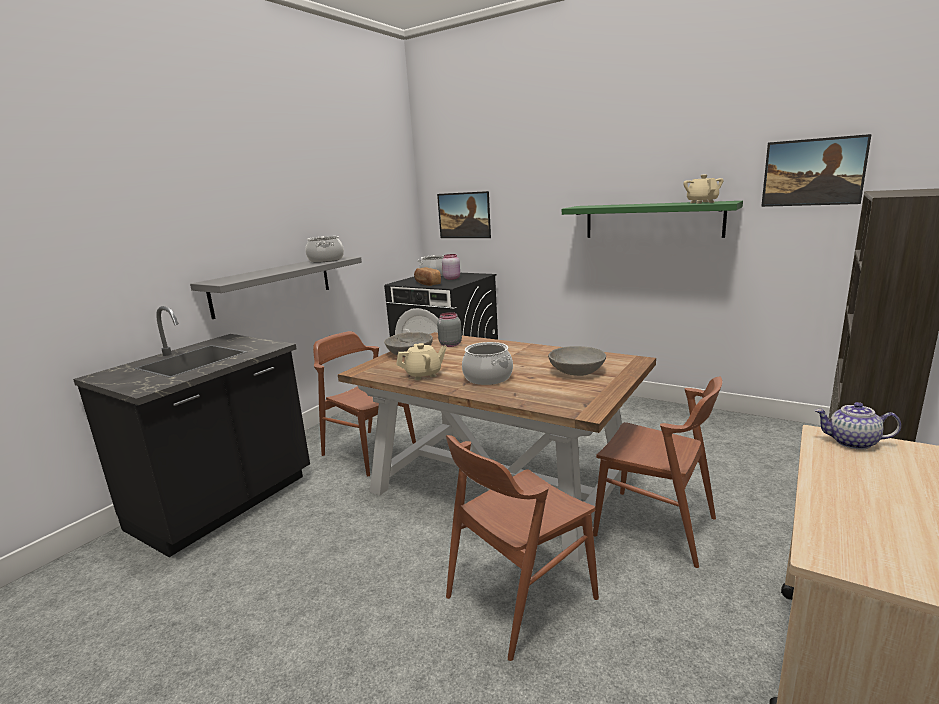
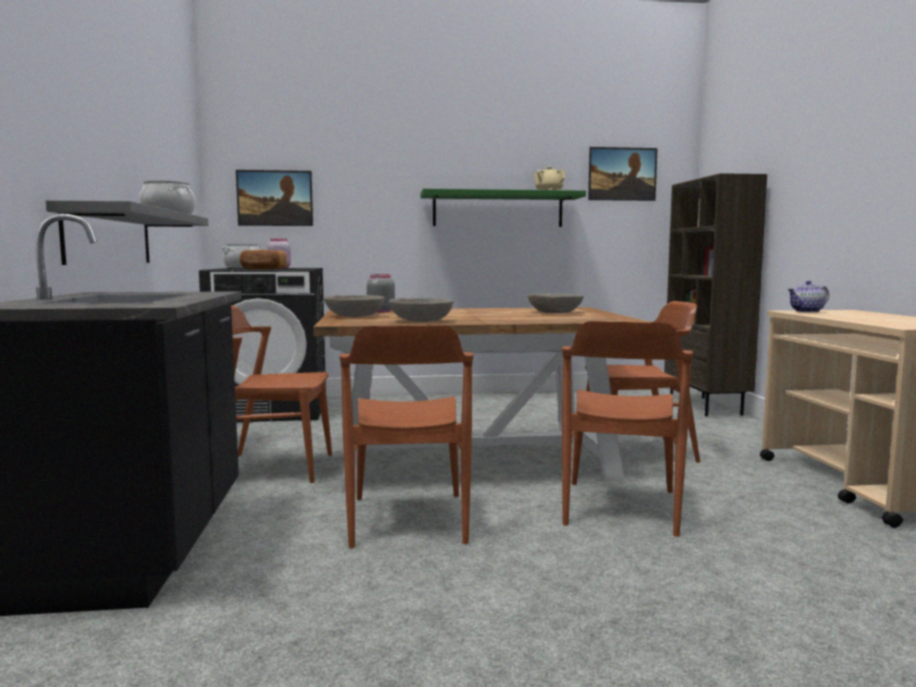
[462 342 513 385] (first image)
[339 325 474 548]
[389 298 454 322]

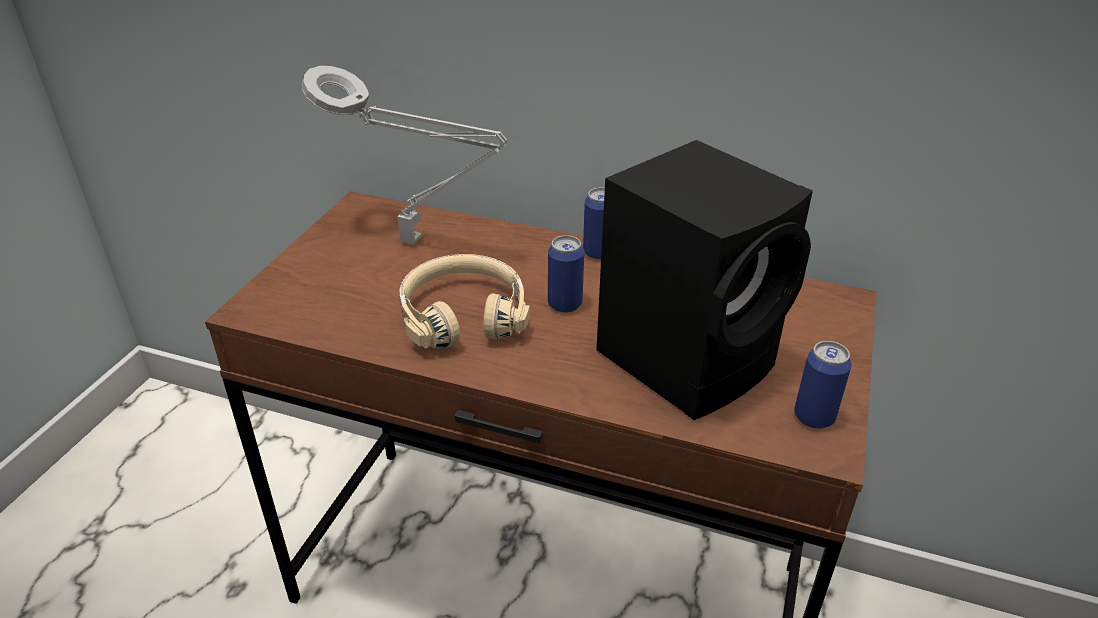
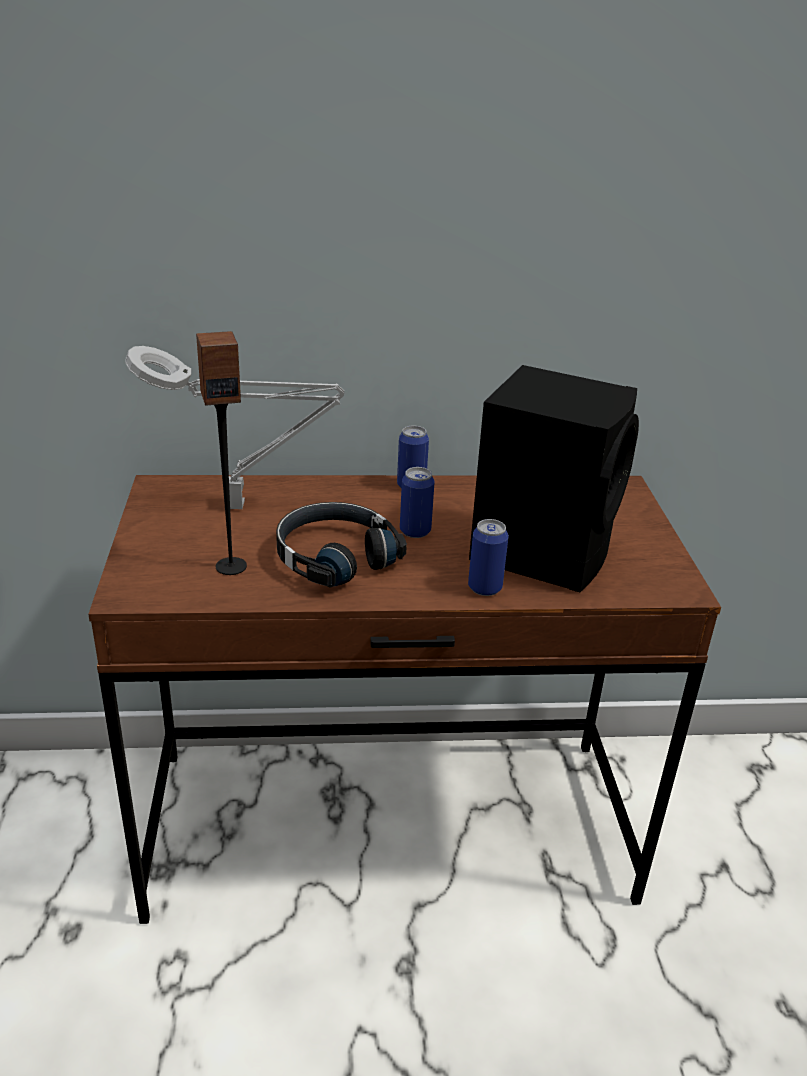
[196 331 247 575]
[468 519 509 596]
[276 502 407 588]

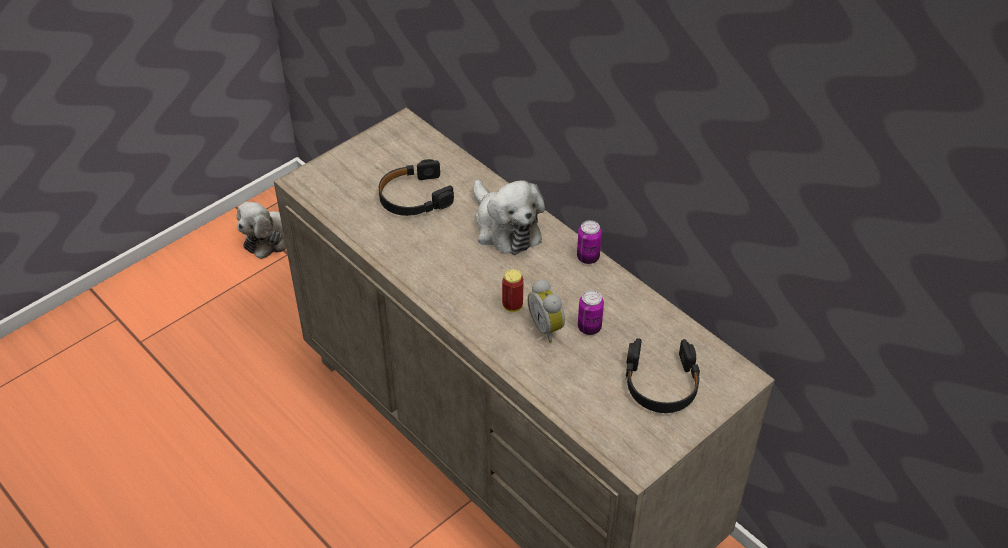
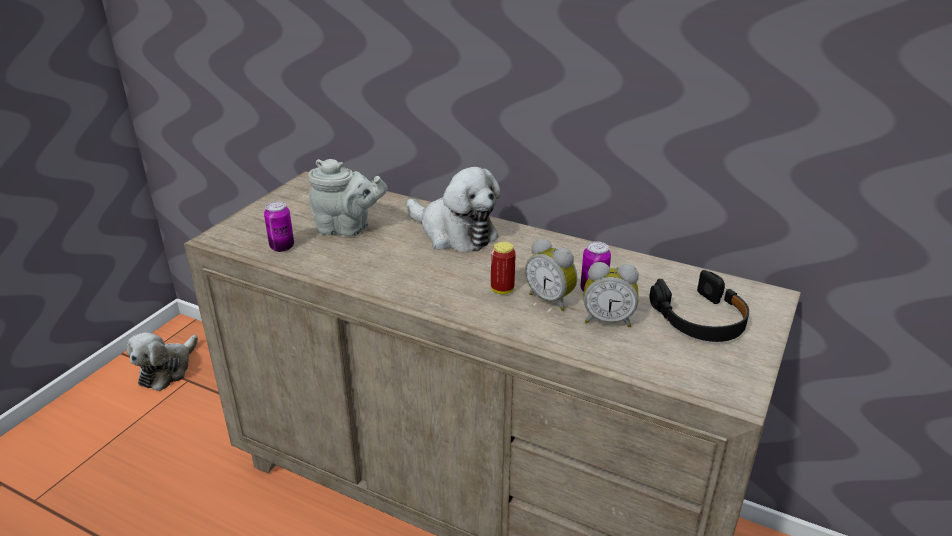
[584 262 639 327]
[264 201 294 252]
[308 159 387 236]

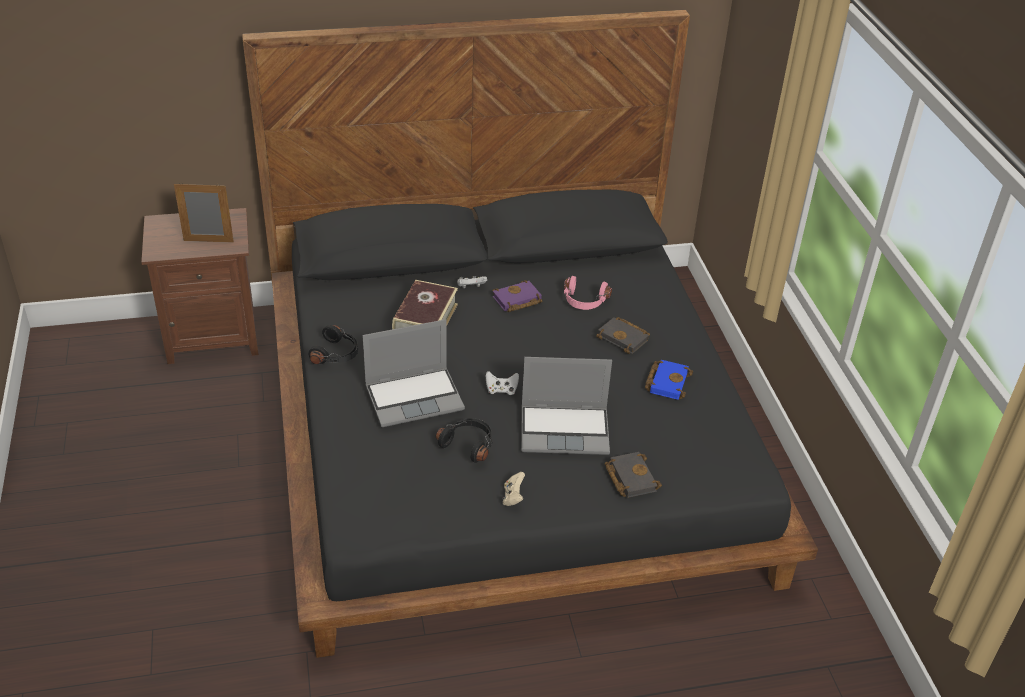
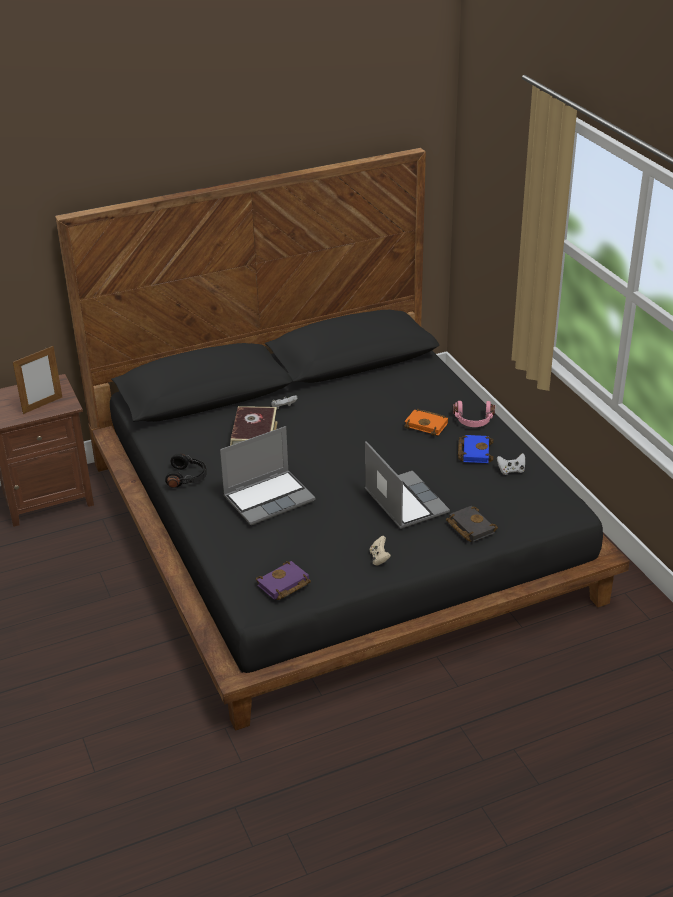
[436 418 493 463] (first image)
[497 453 525 475]
[256 561 311 600]
[453 401 495 427]
[404 409 448 436]
[13 346 62 414]
[365 441 450 529]

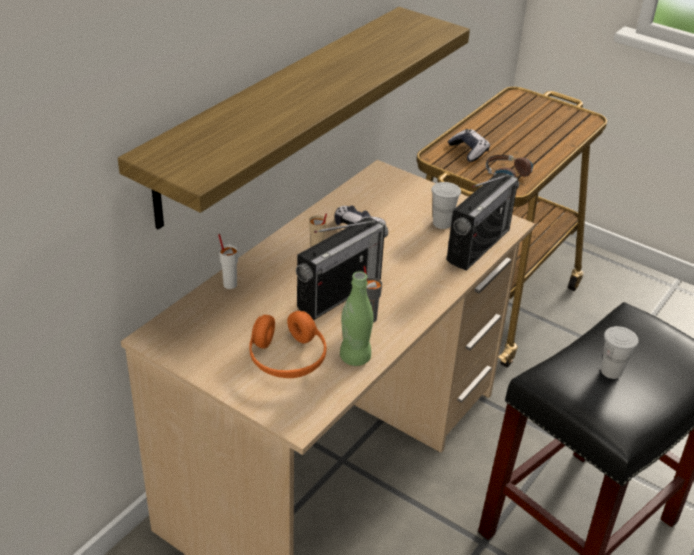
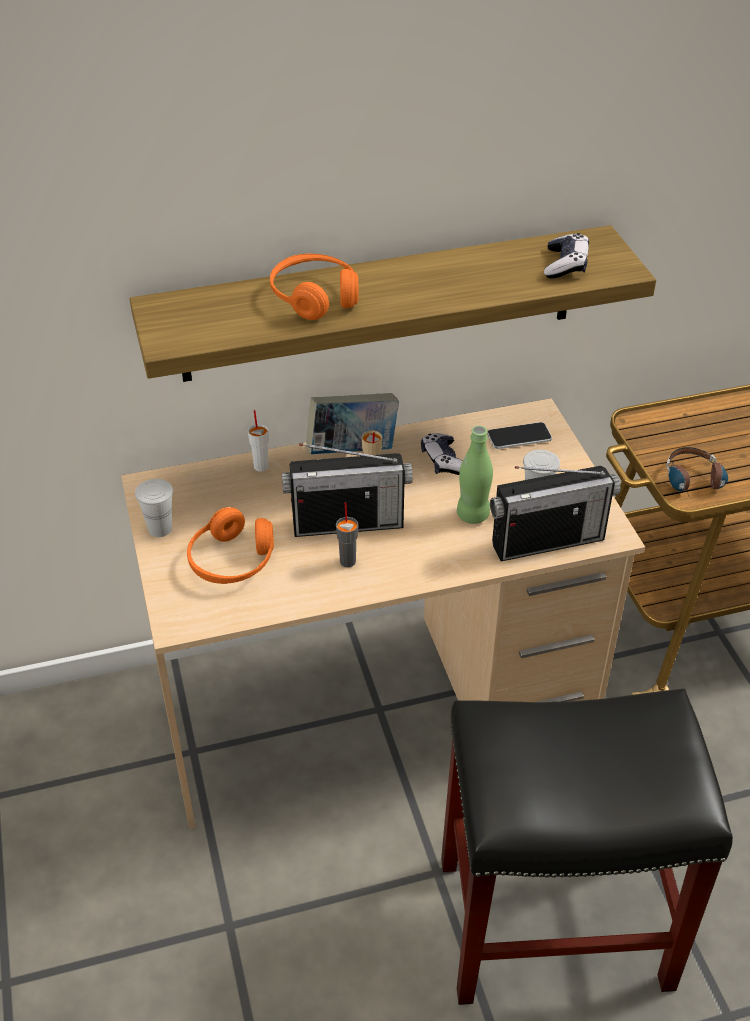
[270 254 359 320]
[307 393 399 454]
[487 422 552 449]
[457 426 493 524]
[544 233 589 278]
[135 479 173 537]

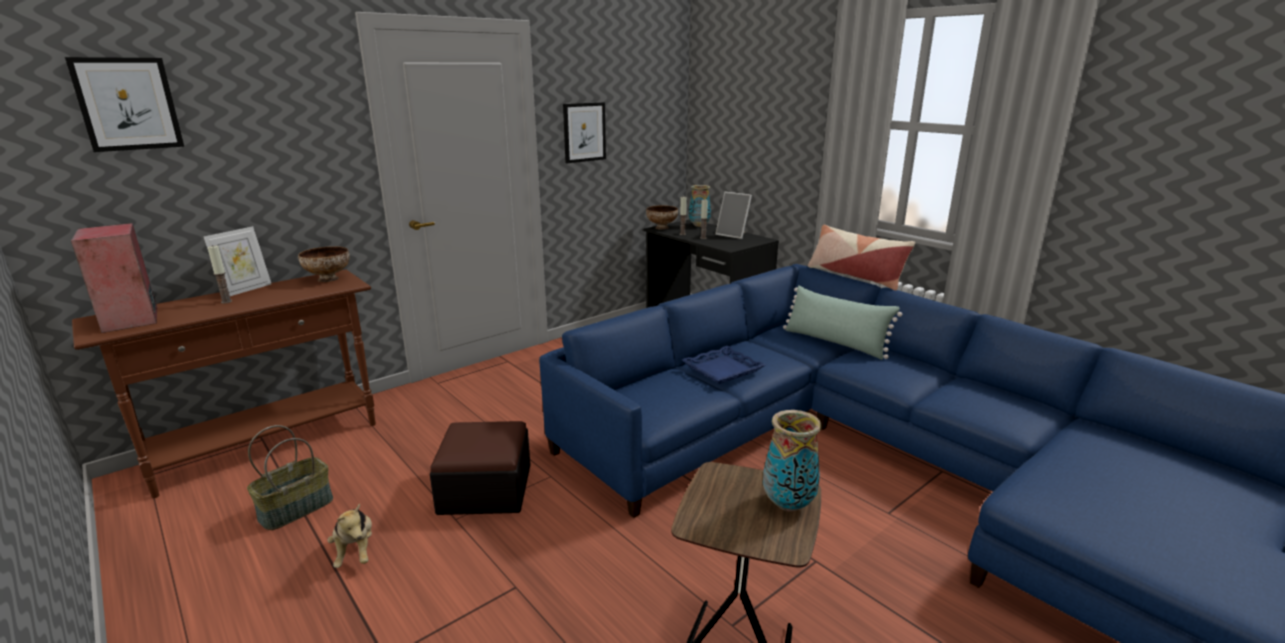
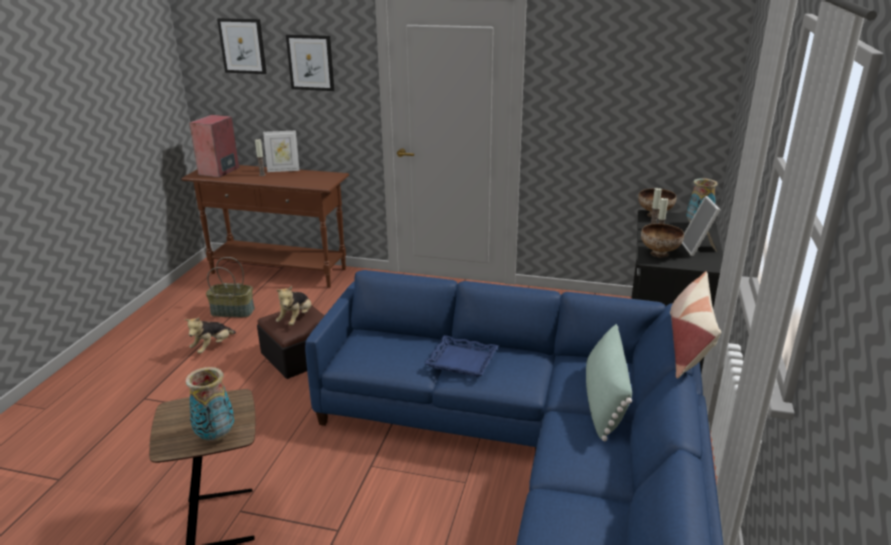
[276 286 312 326]
[641 224 684 258]
[286 35 334 91]

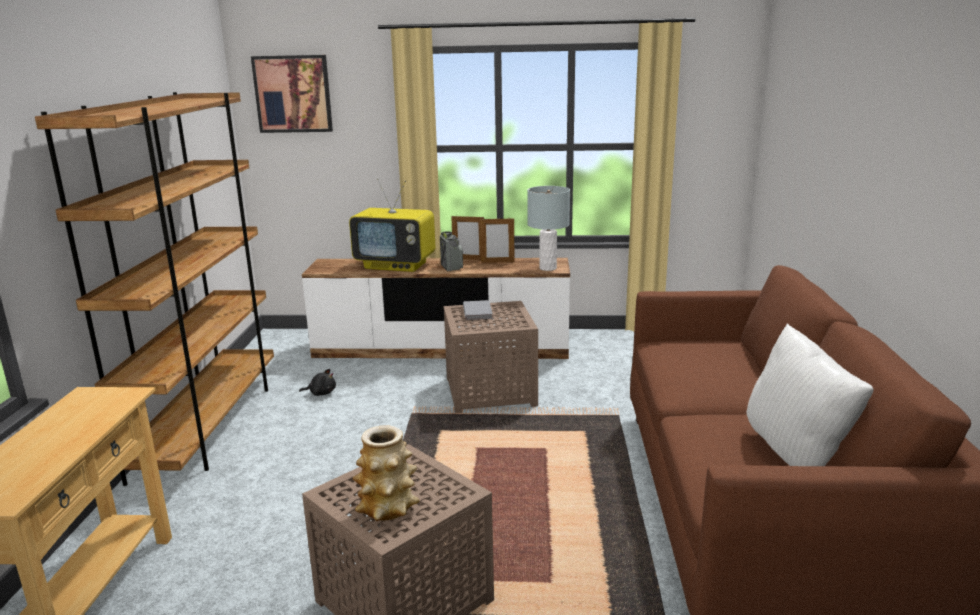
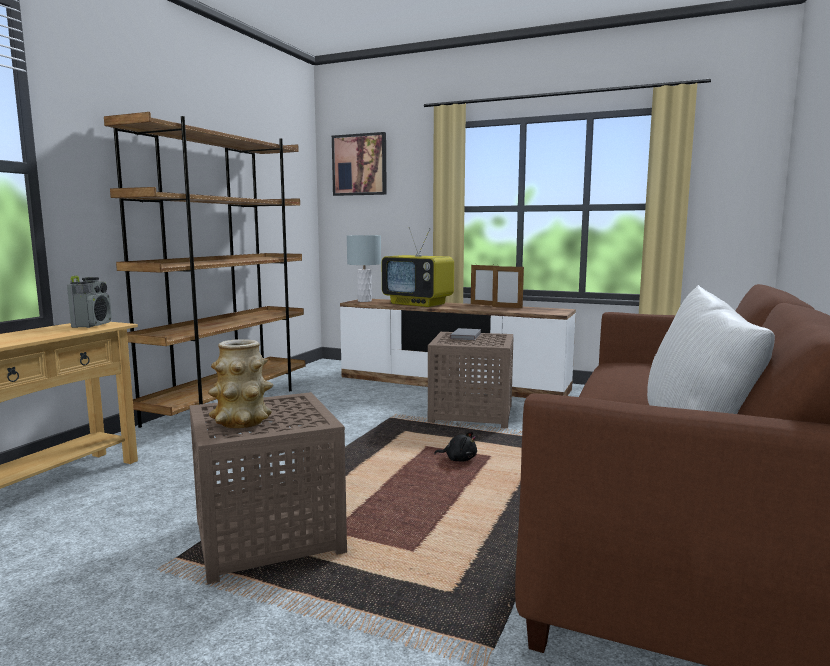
[434 431 477 462]
[67 276 112 328]
[347 235 381 302]

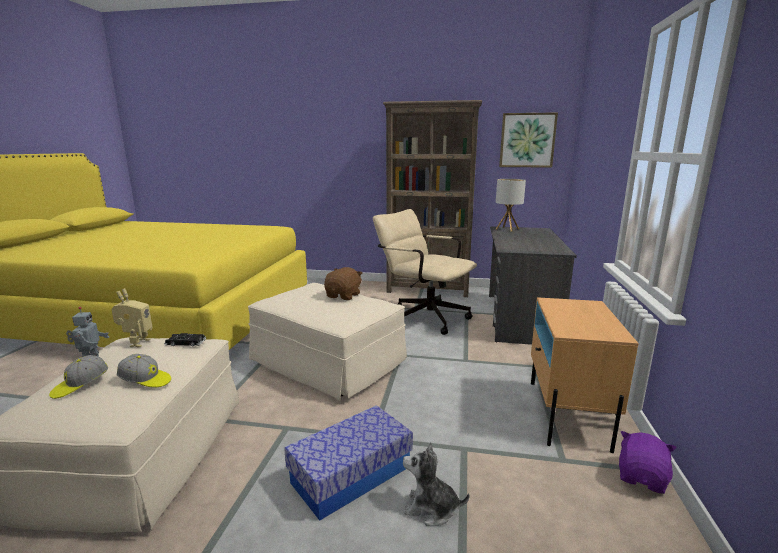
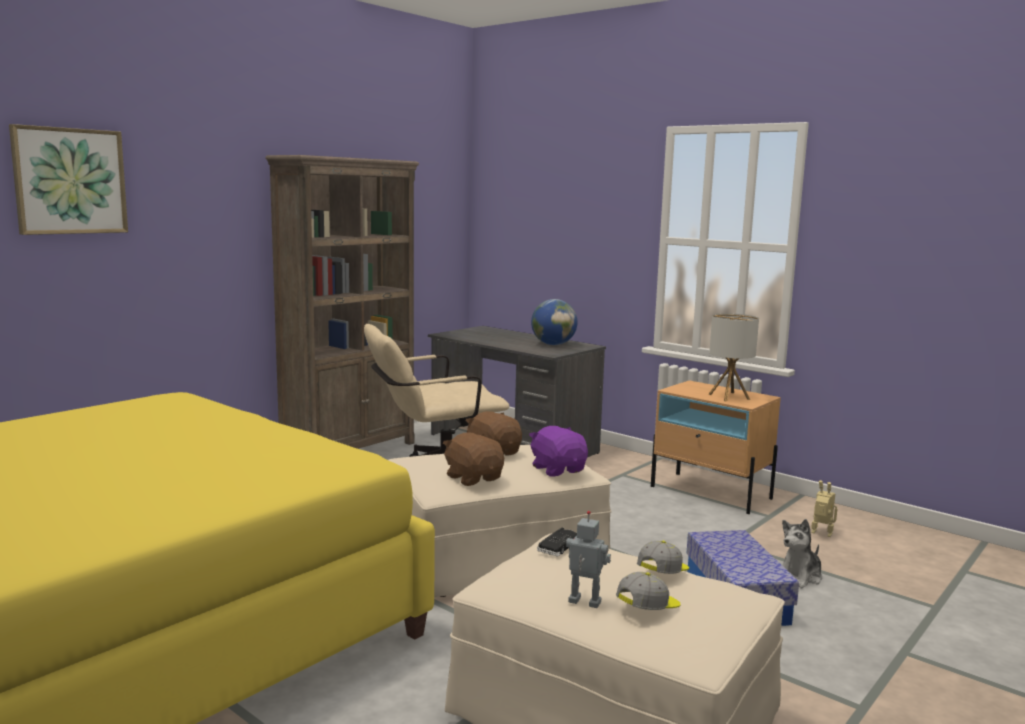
[443 433 504 486]
[531 299 577 345]
[811 480 837 537]
[708 313 759 402]
[9 124 128 235]
[529 426 588 477]
[616 572 681 610]

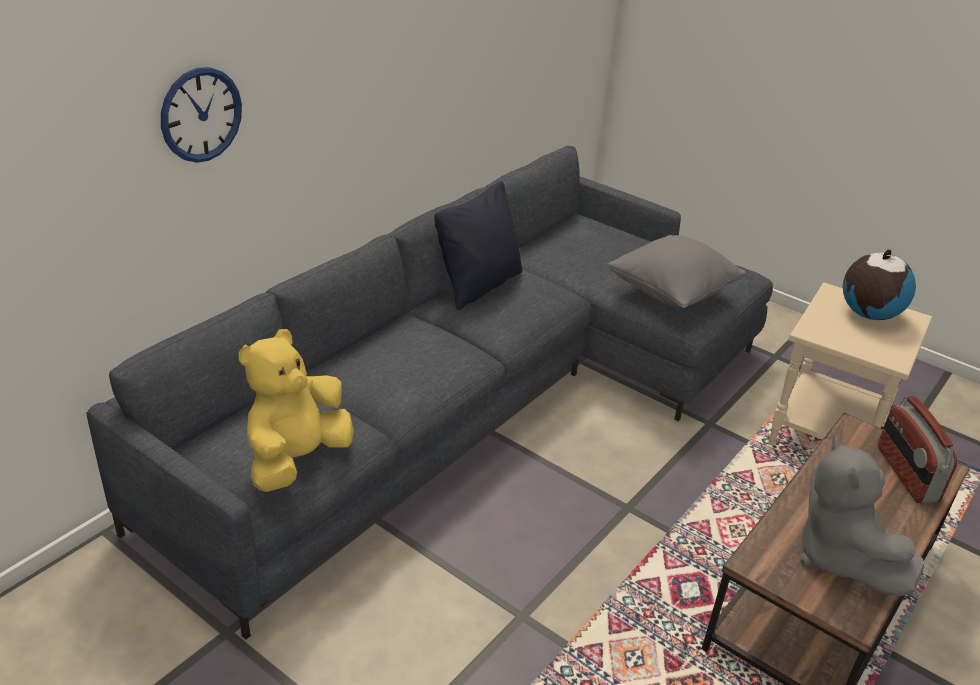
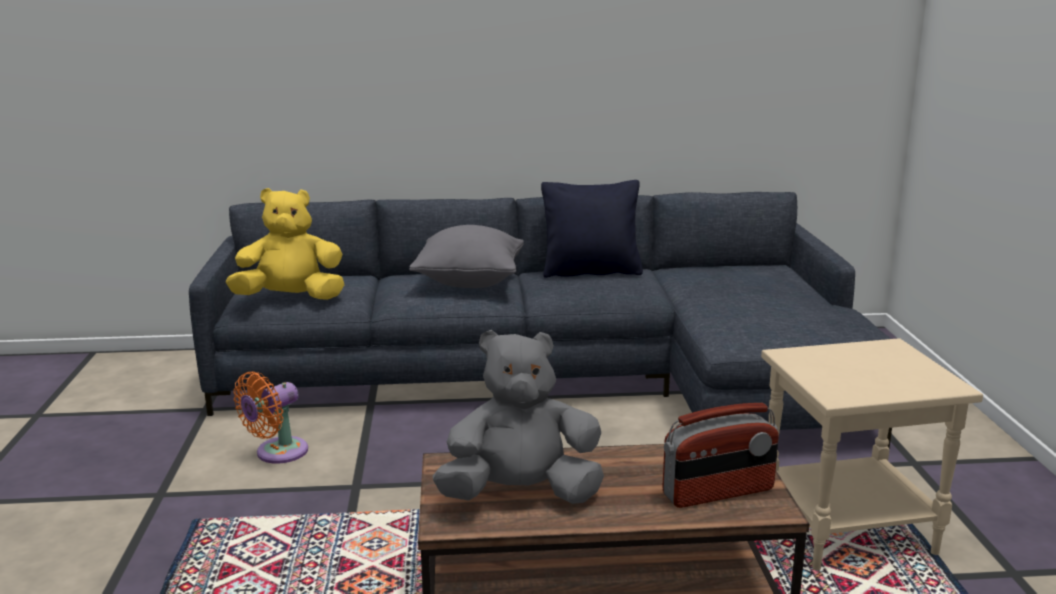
[161 67 242 163] (first image)
[843 249 916 320] (first image)
[233 371 308 463]
[409 225 524 288]
[433 330 604 504]
[662 403 779 508]

